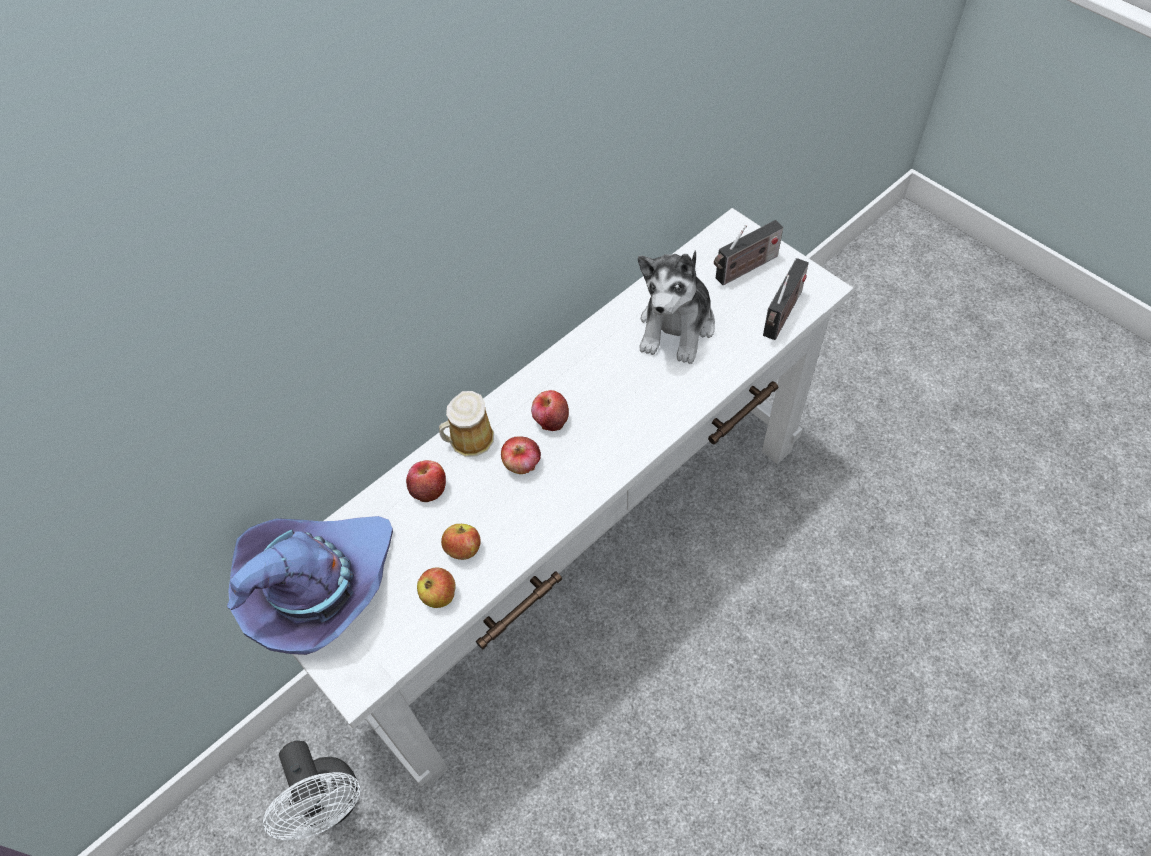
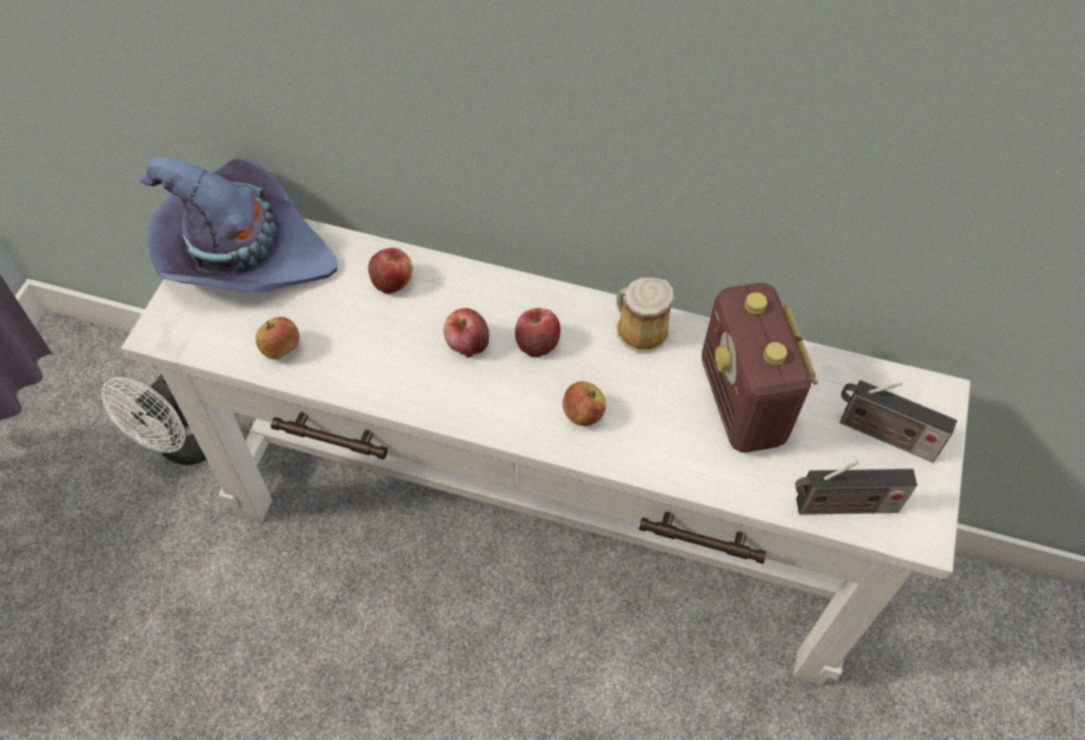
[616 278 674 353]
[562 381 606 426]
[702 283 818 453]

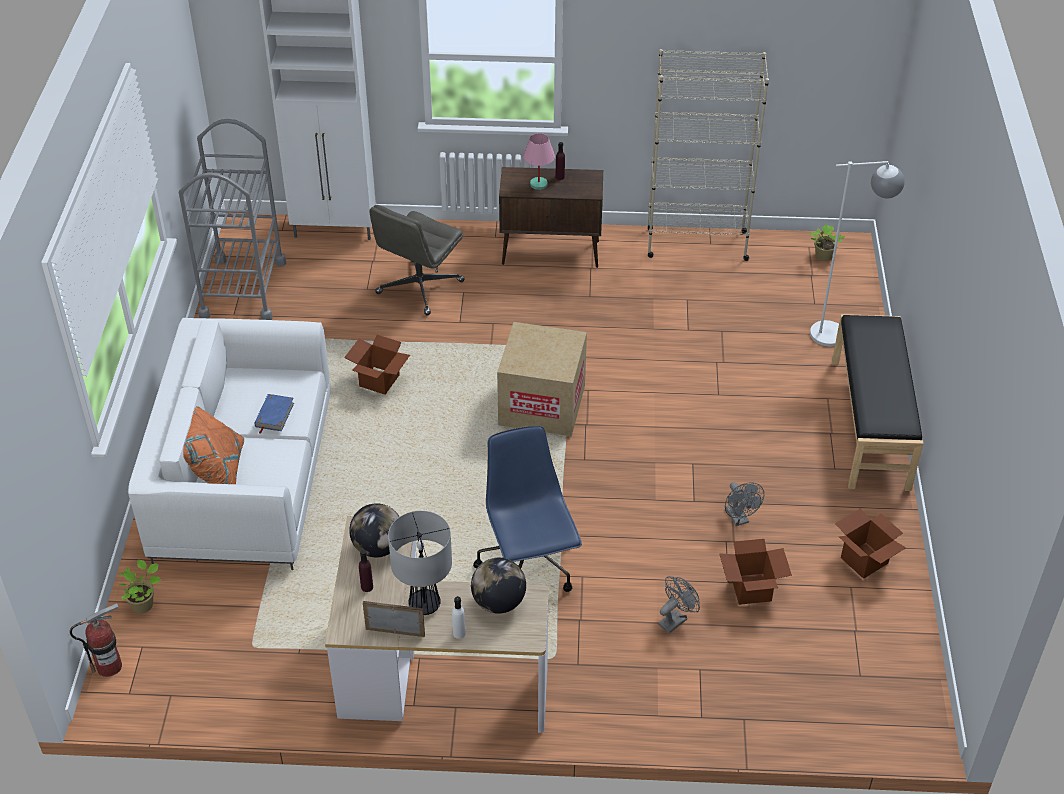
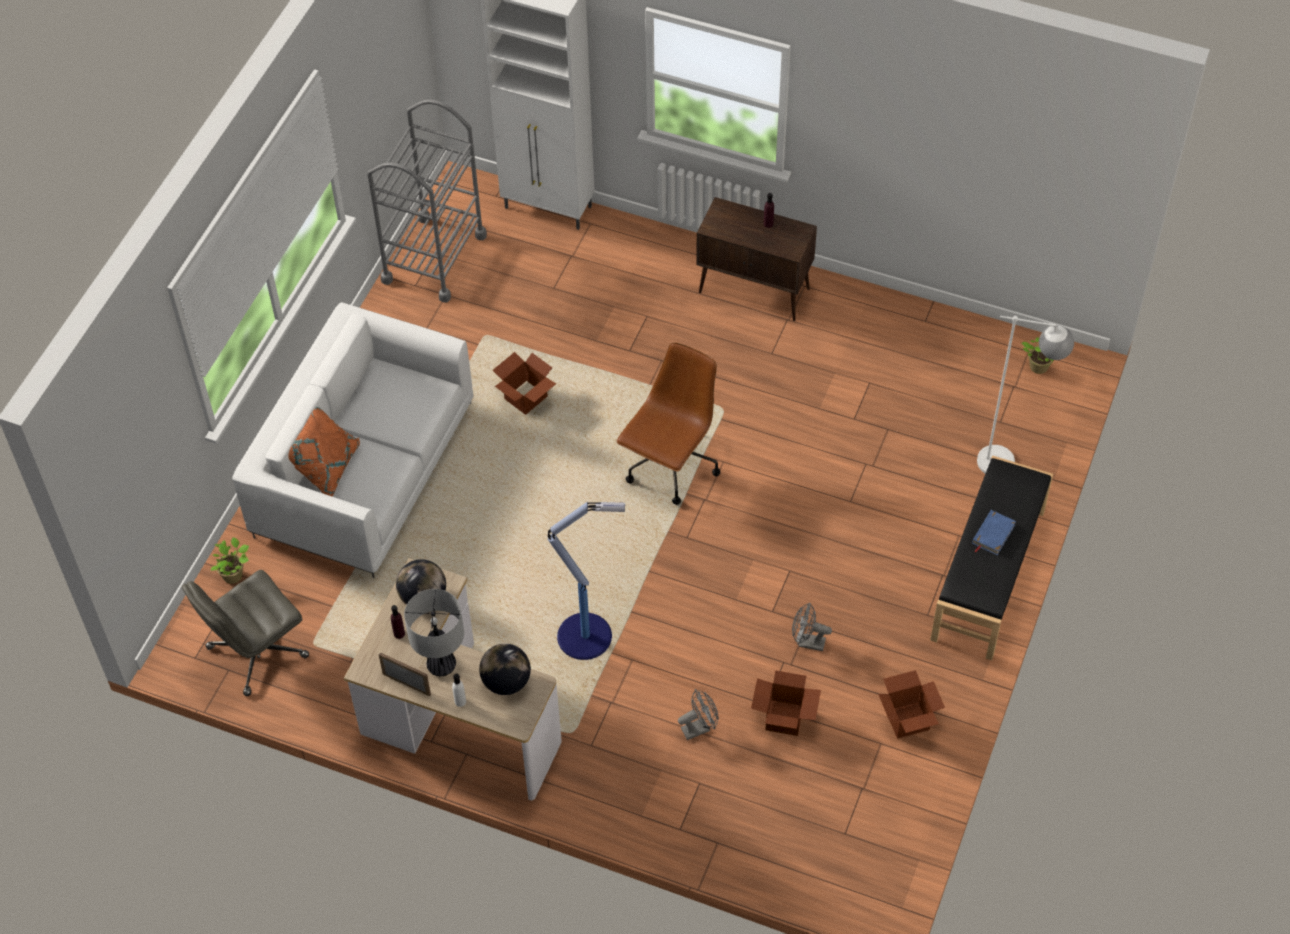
[70 603 122 677] (first image)
[523 133 555 190] (first image)
[648 49 769 261] (first image)
[972 510 1016 555]
[182 570 309 696]
[548 501 625 660]
[616 342 720 505]
[792 603 832 651]

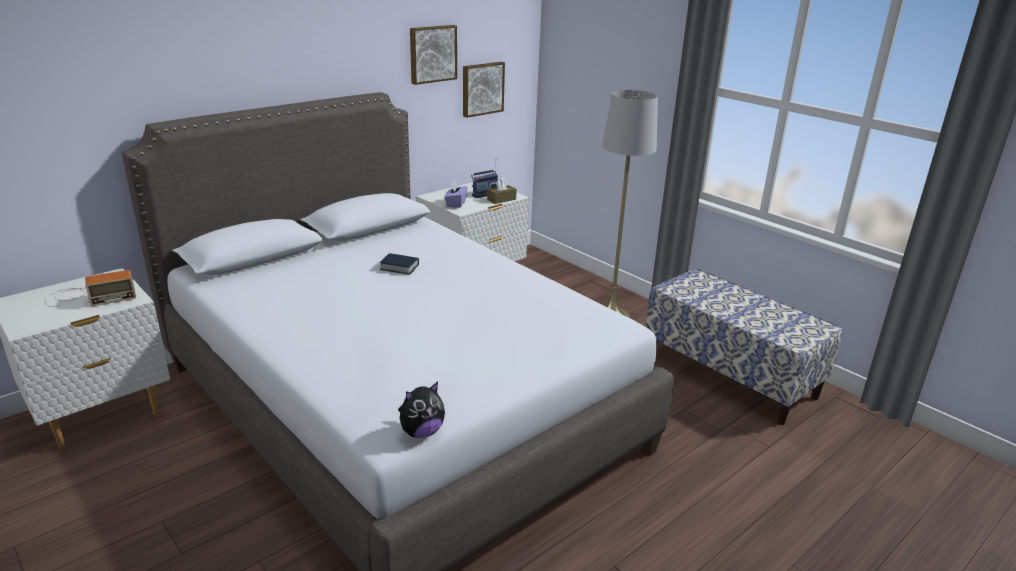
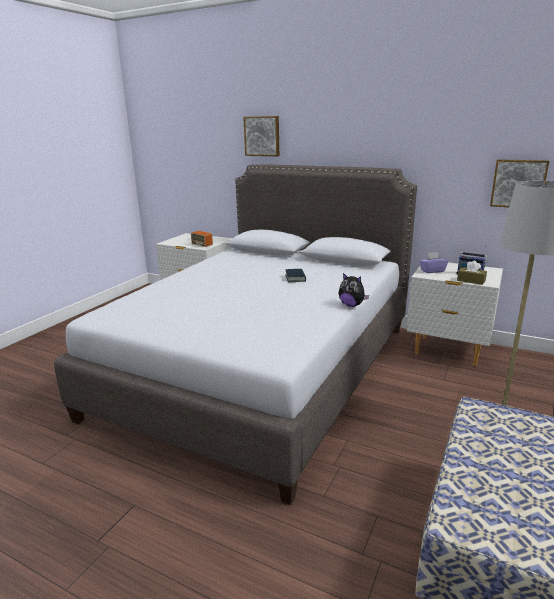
[339 273 369 307]
[243 116 279 156]

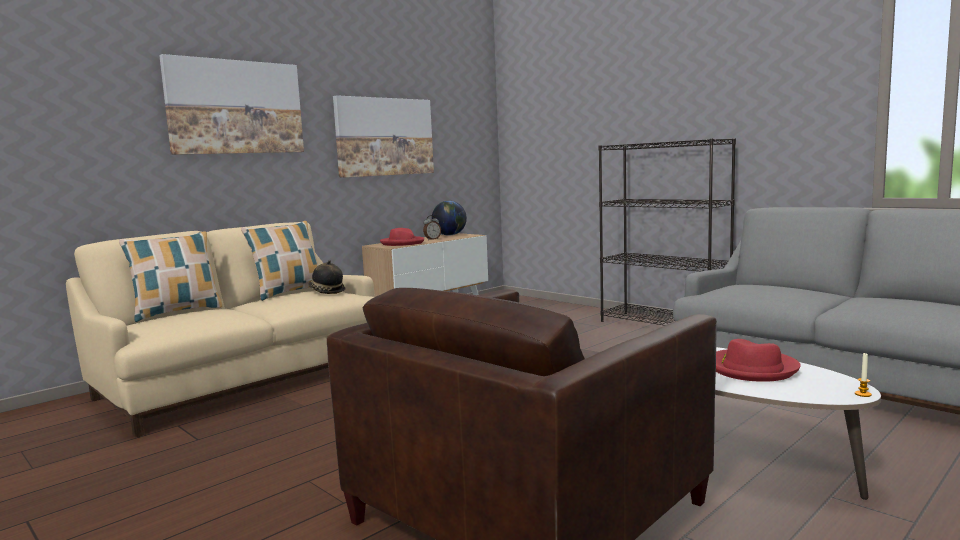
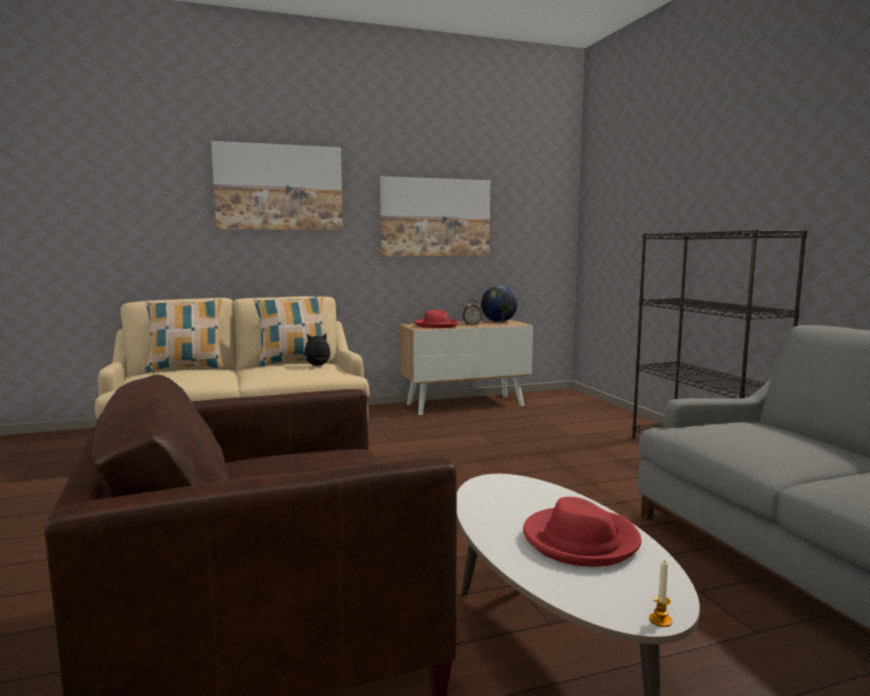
[303 333 330 366]

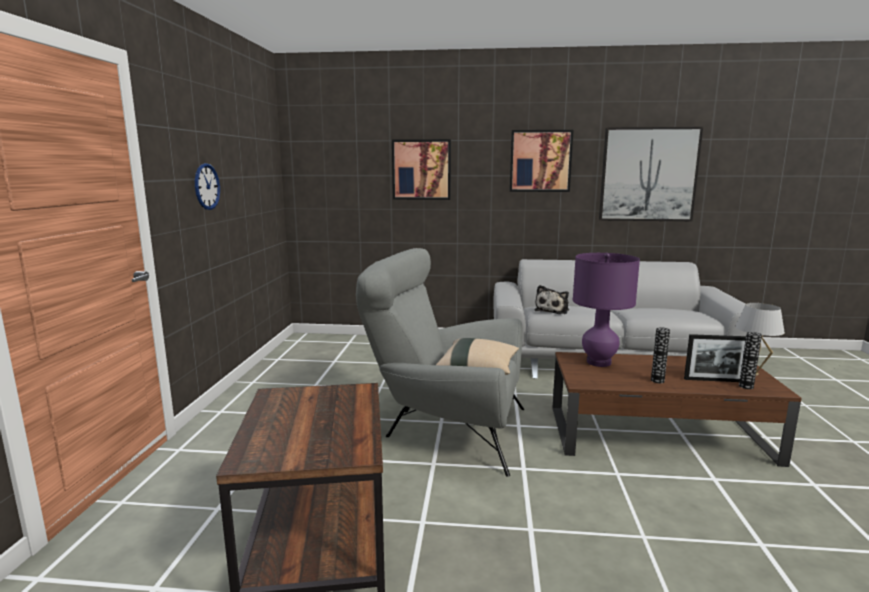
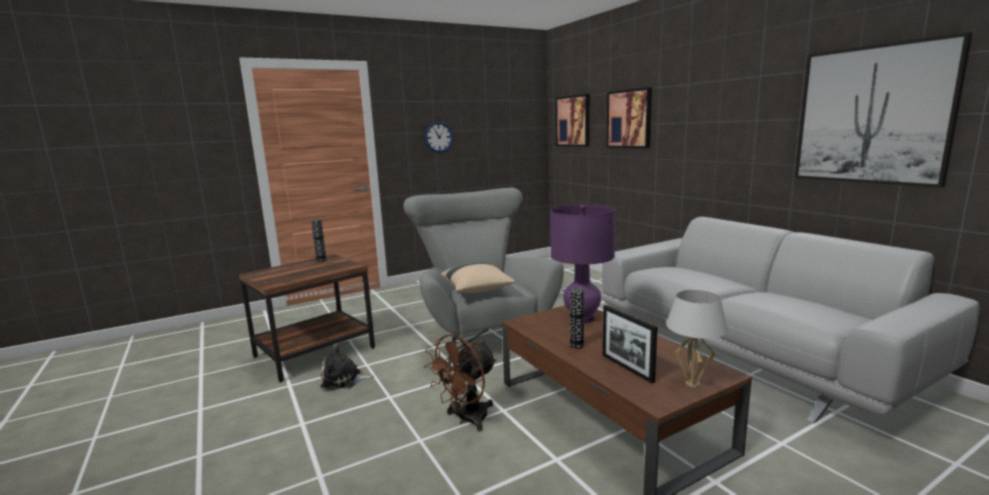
[424 334 497 431]
[556 94 590 147]
[320 345 374 390]
[311 219 326 262]

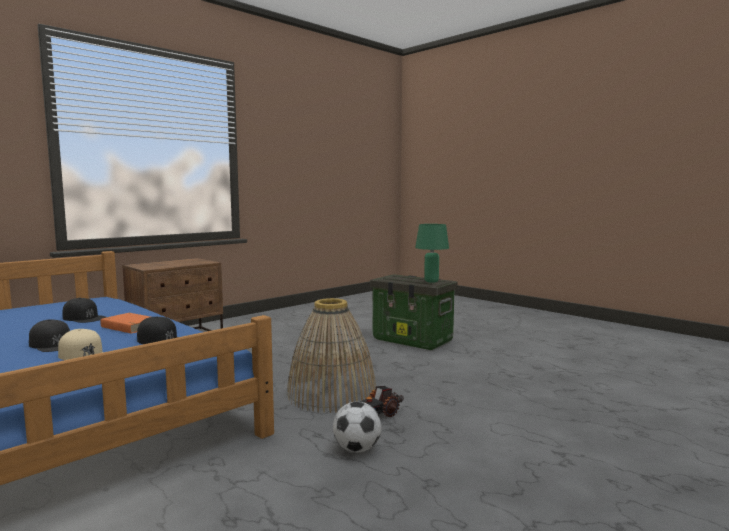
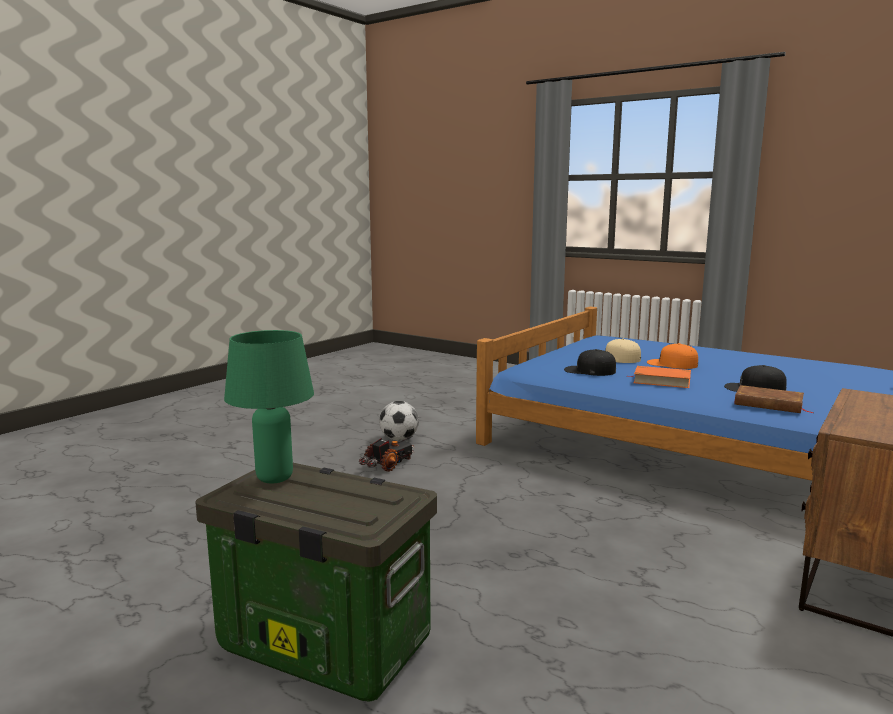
[287 298 376 413] (first image)
[734 385 814 413]
[647 343 698 369]

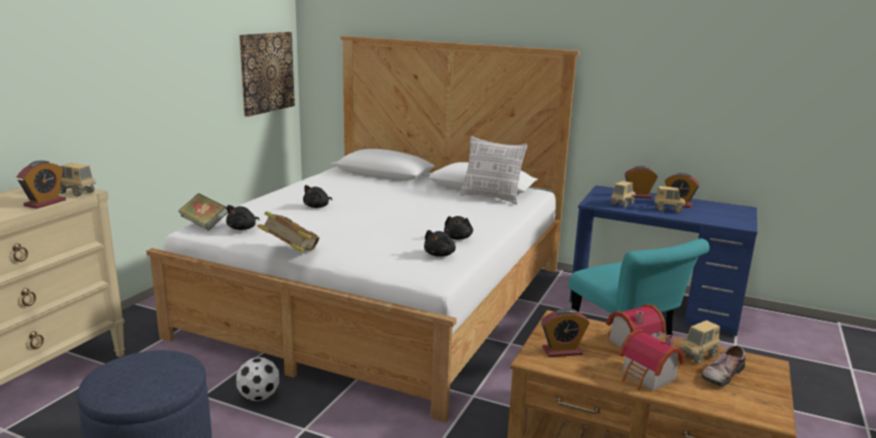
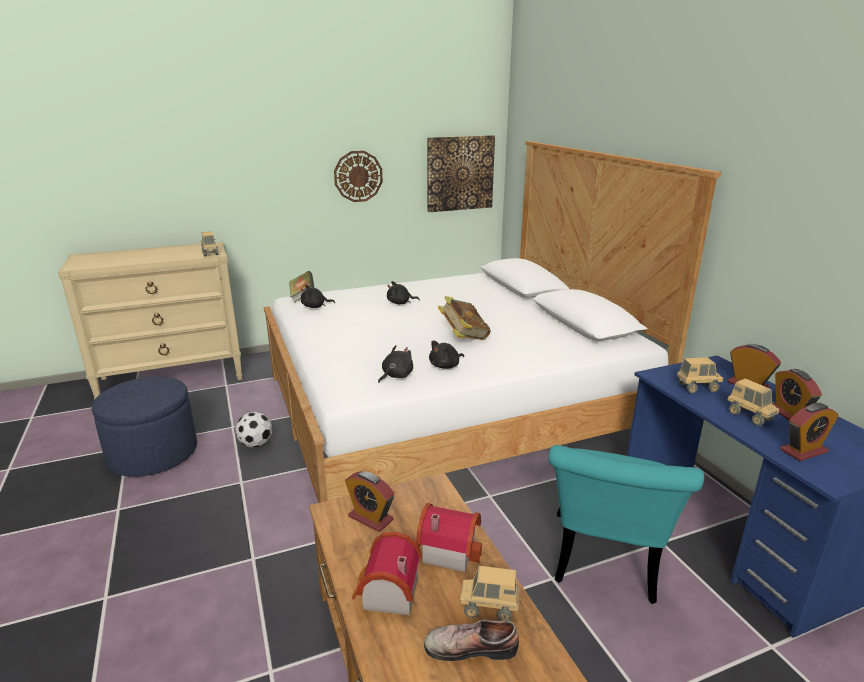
[460 136 528 205] (first image)
[334 151 383 202]
[780 403 839 461]
[438 296 491 340]
[378 345 413 383]

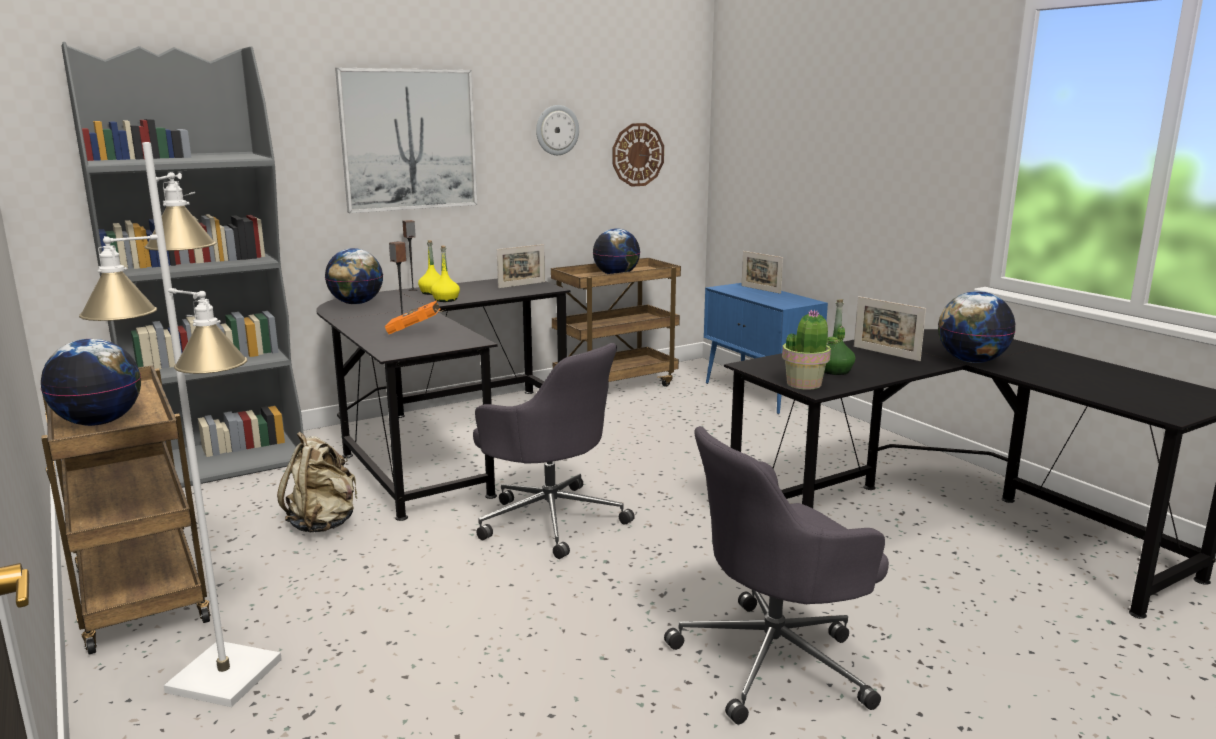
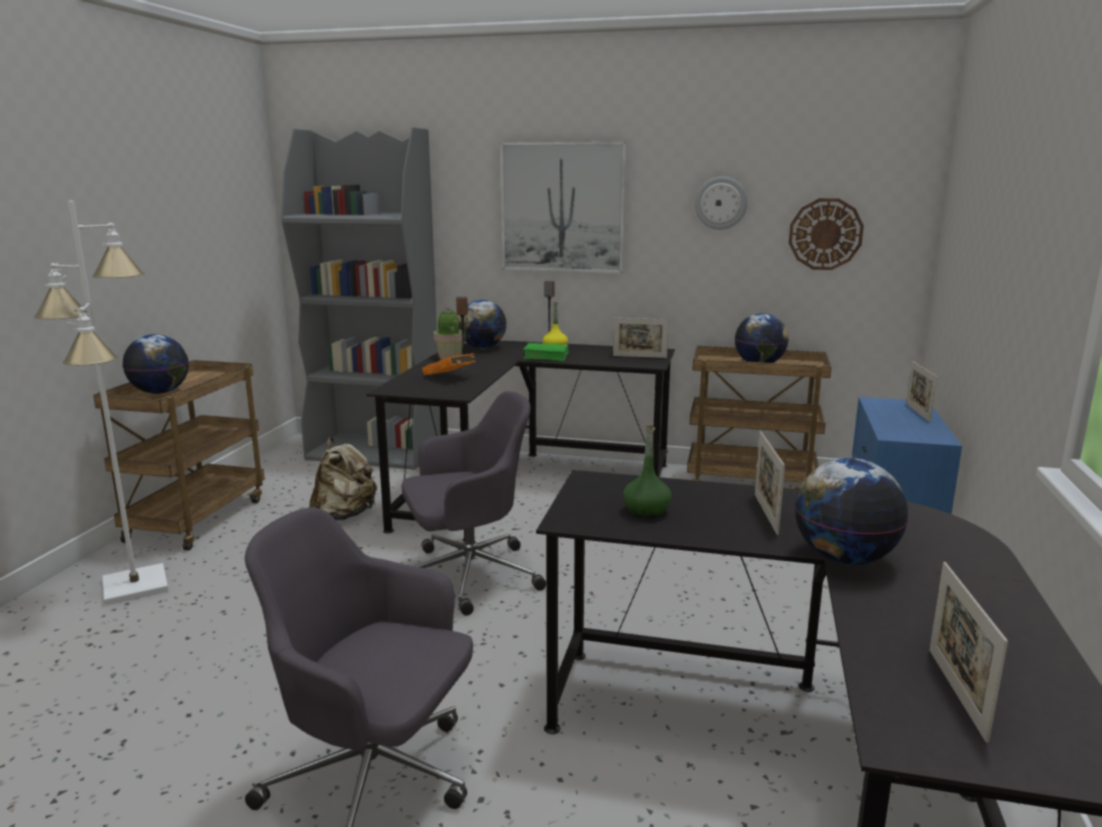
[929 562 1008 743]
[434 307 465 359]
[523 343 568 361]
[401 391 546 616]

